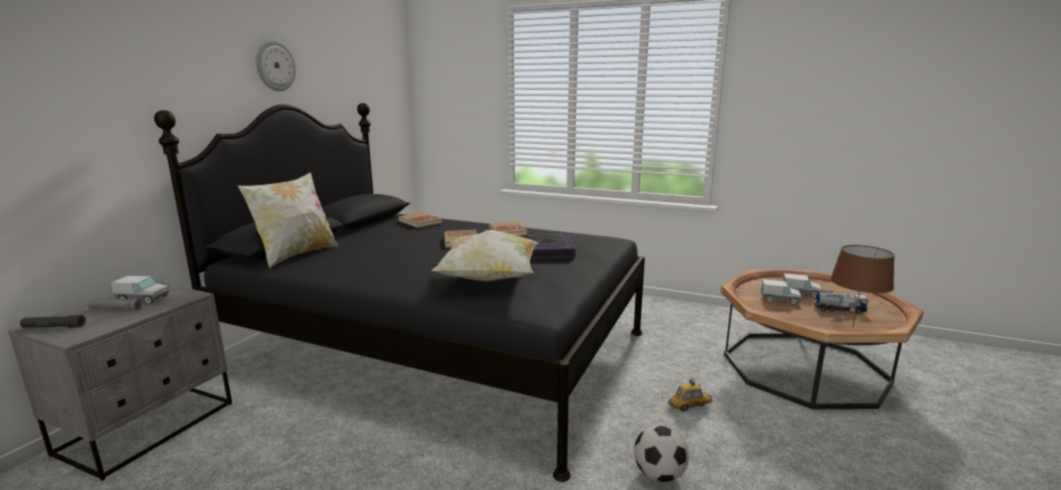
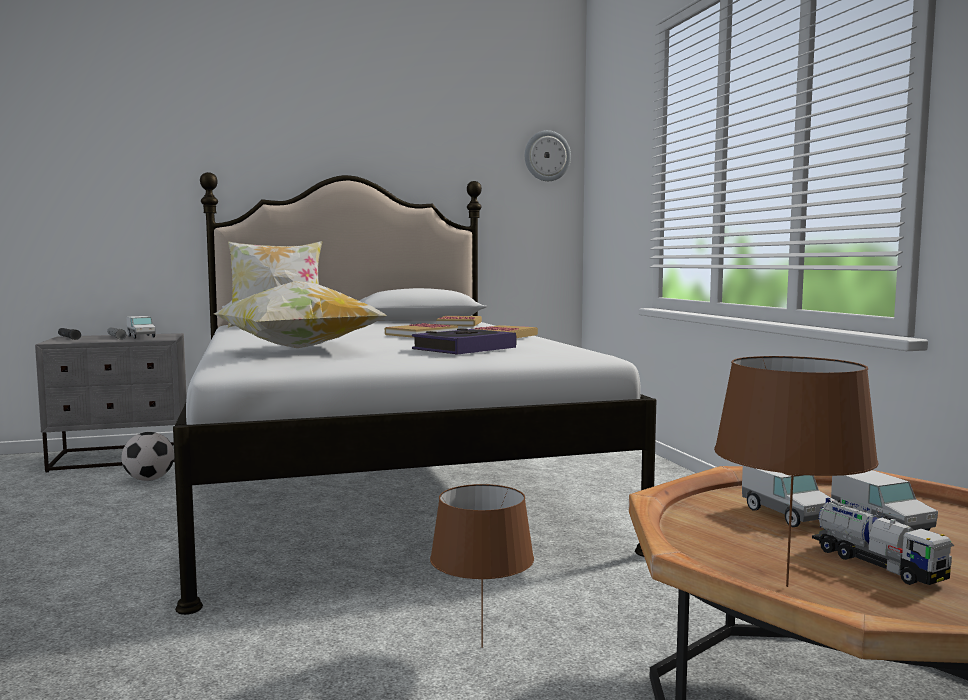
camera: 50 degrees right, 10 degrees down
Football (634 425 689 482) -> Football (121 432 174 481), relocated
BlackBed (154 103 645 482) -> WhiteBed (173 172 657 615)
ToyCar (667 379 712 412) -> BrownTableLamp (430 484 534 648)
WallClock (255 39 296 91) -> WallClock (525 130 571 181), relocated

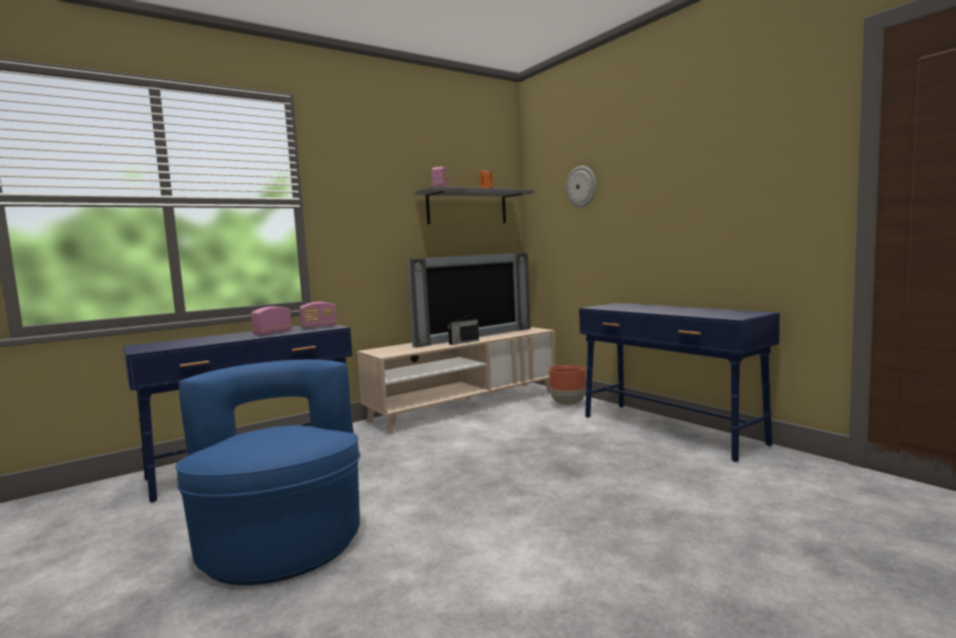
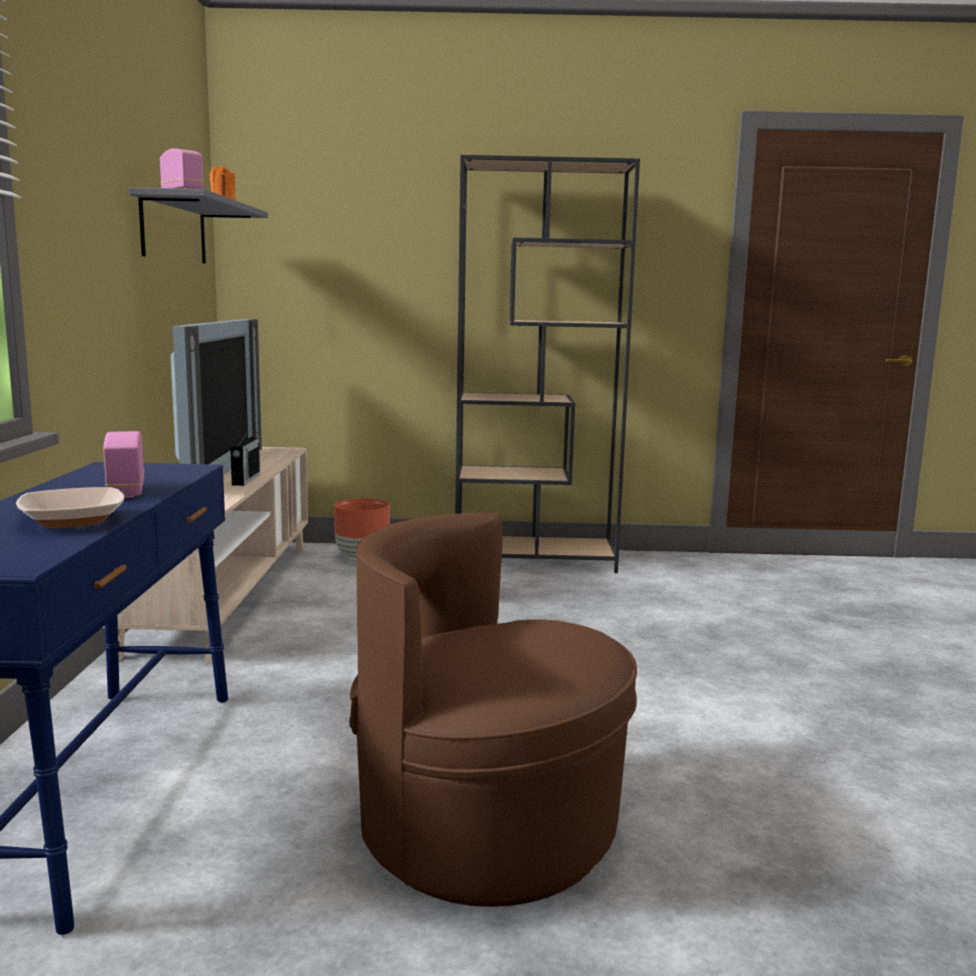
camera: 55 degrees left, 5 degrees up
none -> Bowl (16 487 124 528)
BlueArmchair (175 360 360 585) -> BrownArmchair (349 513 637 907)
BlueConsoleTable (579 303 780 462) -> Bookcase (455 155 640 573)
Radio (299 302 337 329) -> none
WallClock (566 166 596 208) -> none

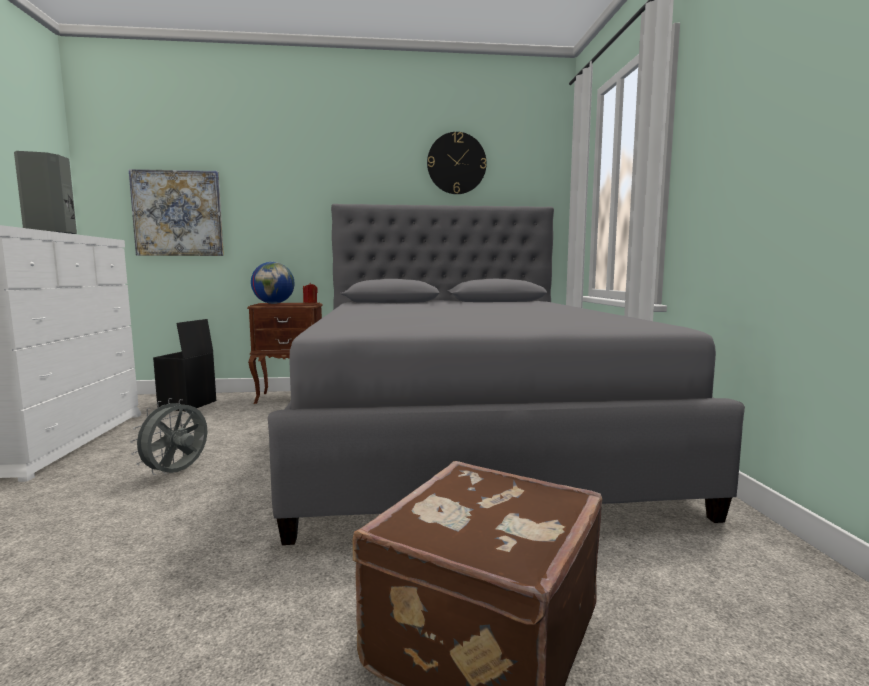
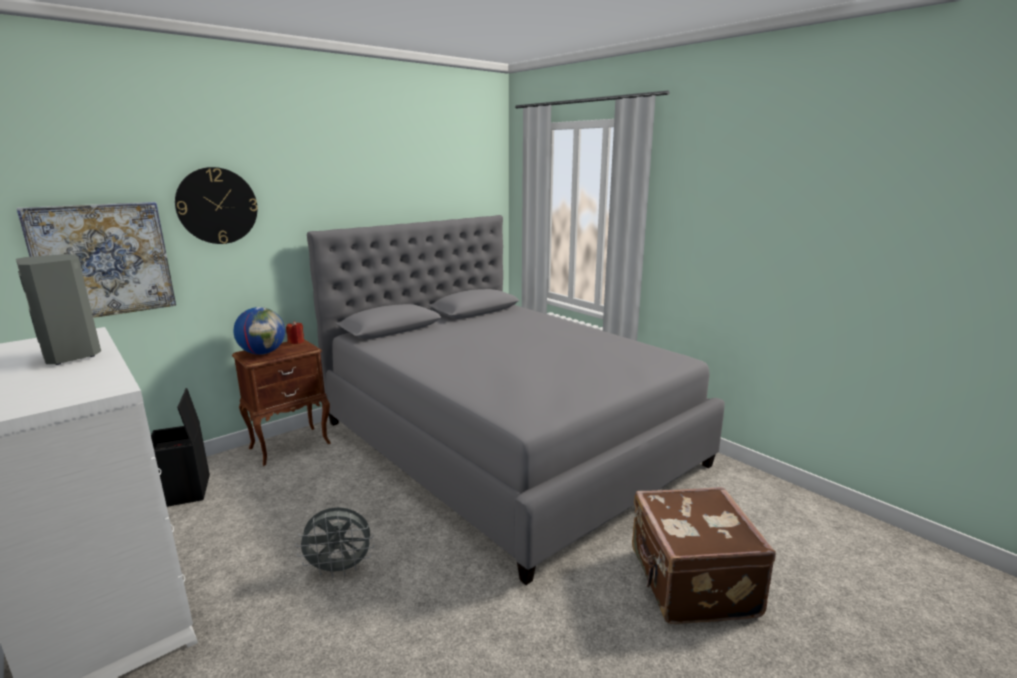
camera: 35 degrees left, 10 degrees up
WallClock (427 132 487 194) -> WallClock (175 167 258 244), relocated
GreyFan (130 398 208 475) -> GreyFan (295 507 374 577), 90 degrees counterclockwise

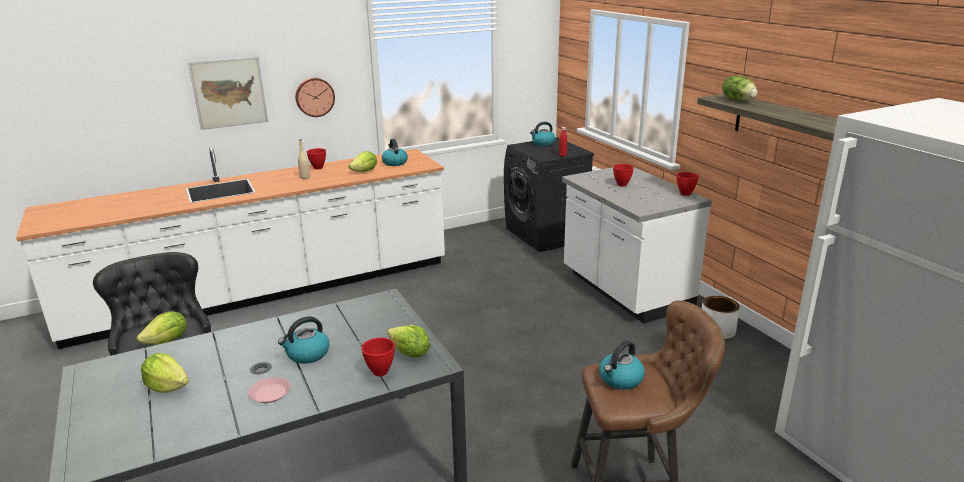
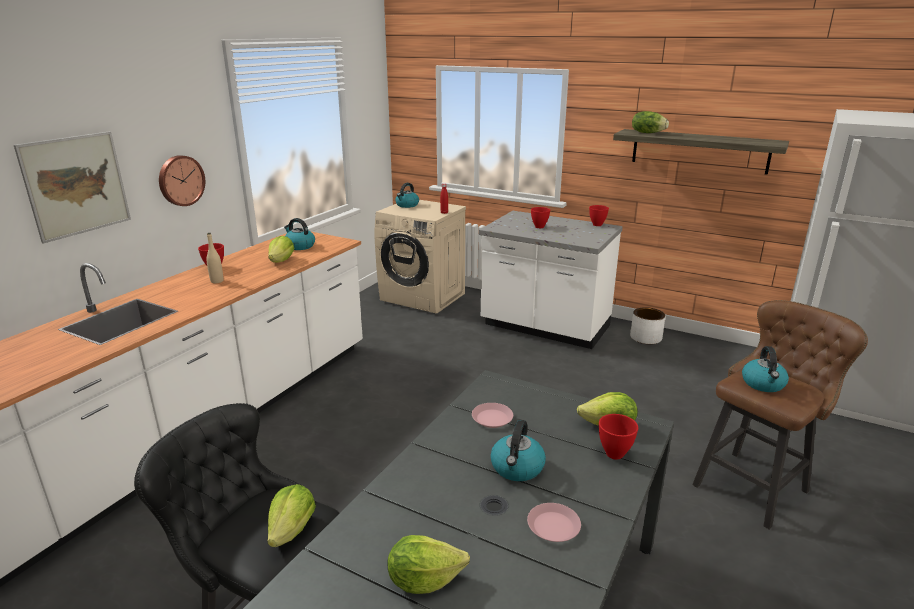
camera: 35 degrees left, 0 degrees up
BlackWashingMachine (504 137 594 252) -> BeigeWashingMachine (375 200 466 314)
none -> PinkPlate (472 403 513 428)

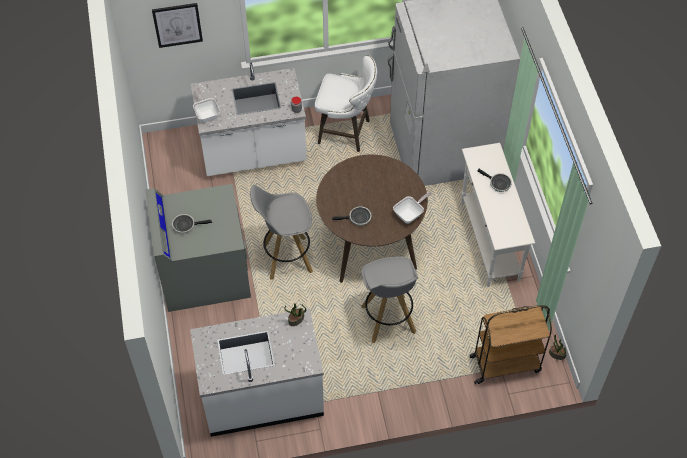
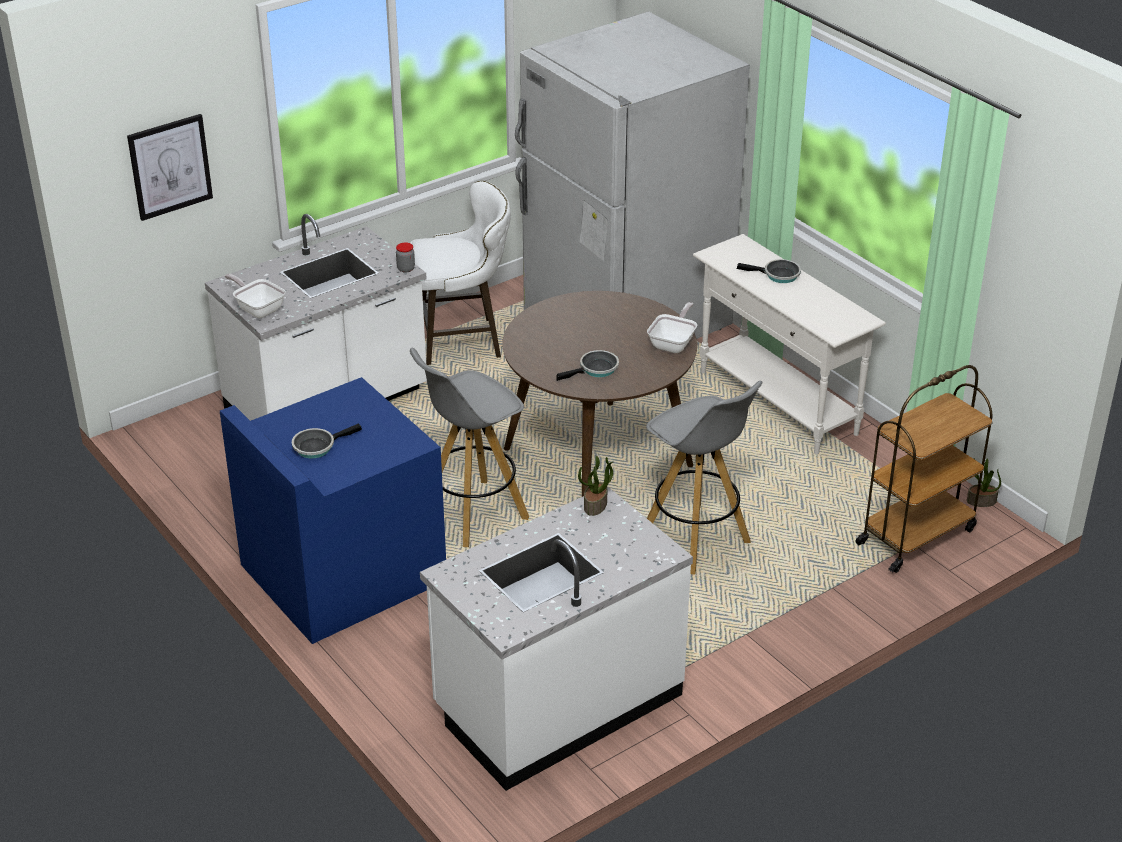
camera: 25 degrees left, 20 degrees down
GreyWashingMachine (145 184 251 312) -> BlueWashingMachine (220 377 446 644)

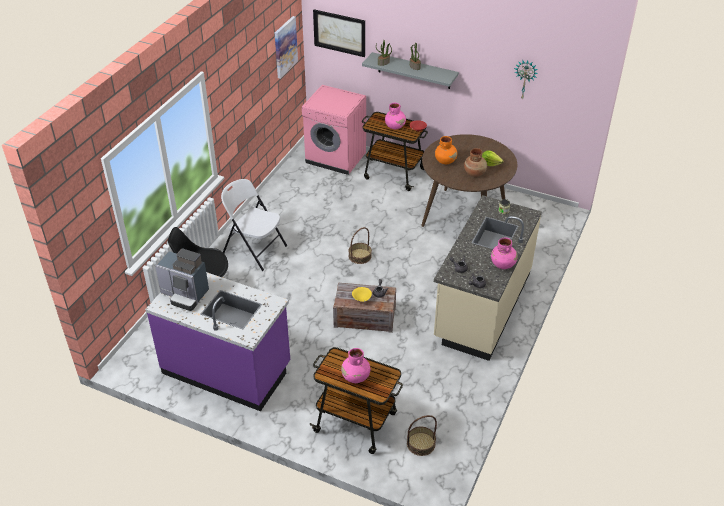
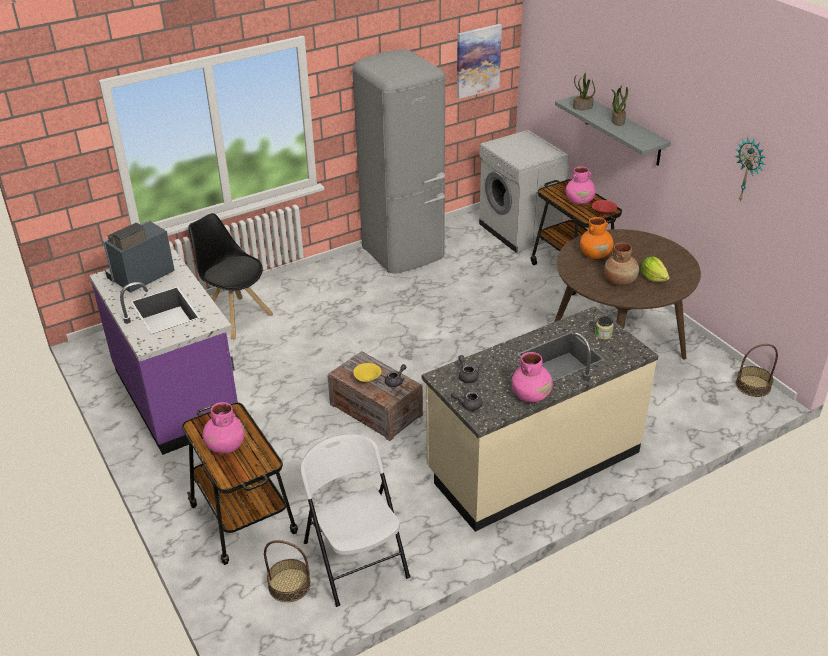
camera: 35 degrees right, 5 degrees down
CoffeeMachine (155 248 209 311) -> CoffeeMachine (103 220 175 293), 75 degrees clockwise
WhiteChair (221 179 288 272) -> WhiteChair (301 434 410 607), relocated
none -> GreyFridge (352 49 445 274)
PinkWashingMachine (302 85 366 175) -> WhiteWashingMachine (479 130 569 253)
Basket (348 227 372 264) -> Basket (736 344 778 397), relocated
Picture (313 9 365 57) -> none

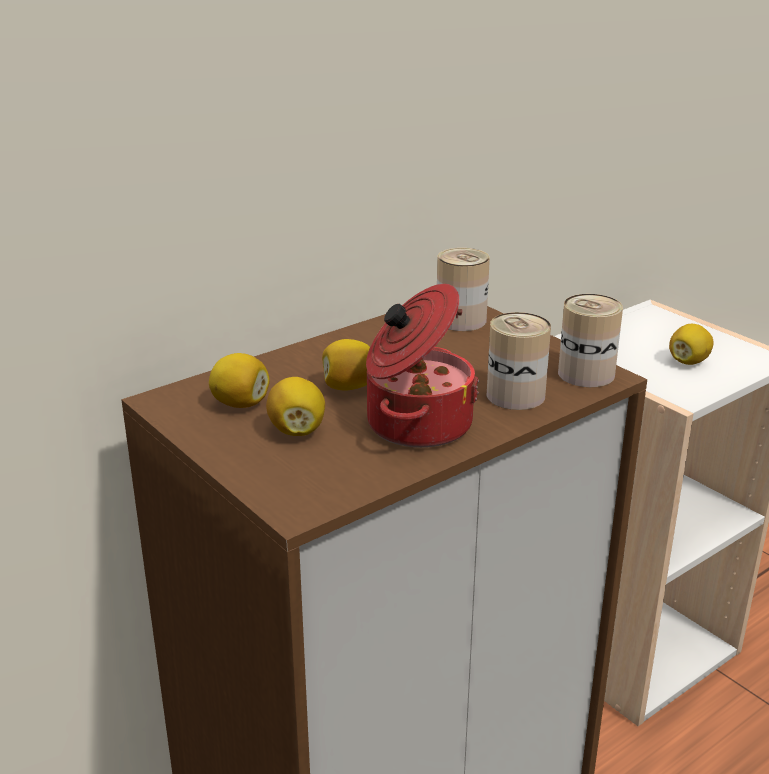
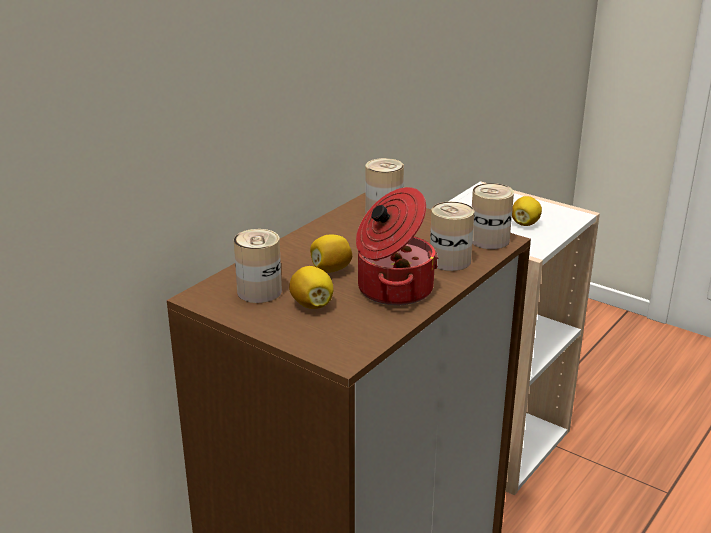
camera: 15 degrees left, 0 degrees up
Lemon (209 353 270 408) -> Can (234 229 282 303)

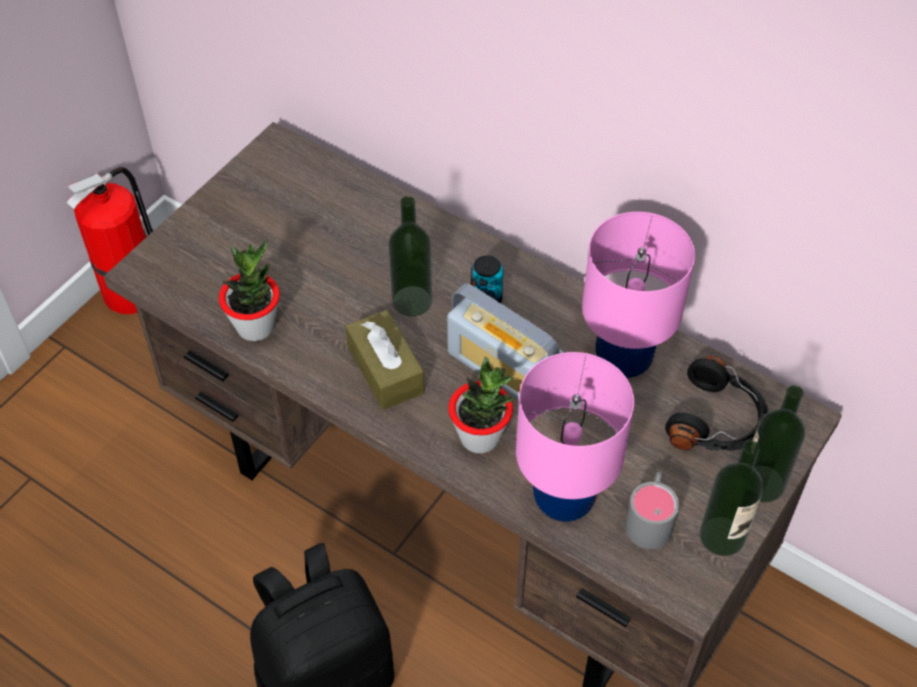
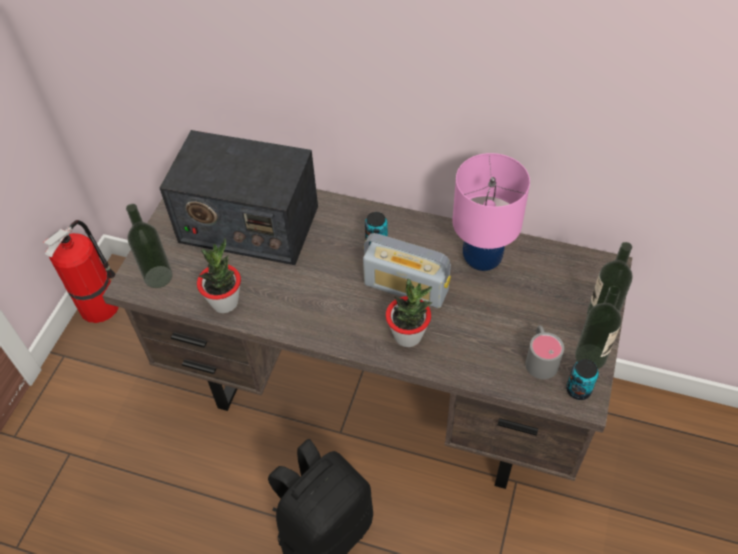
camera: 15 degrees left, 0 degrees up
Bottle (388 196 432 317) -> Bottle (126 204 172 288), relocated
none -> Radio (159 130 318 265)
none -> Can (566 359 599 400)
BrownTissueBox (346 310 425 410) -> none
PinkTableLamp (516 352 634 522) -> none
BlackHeadphones (665 355 768 451) -> none

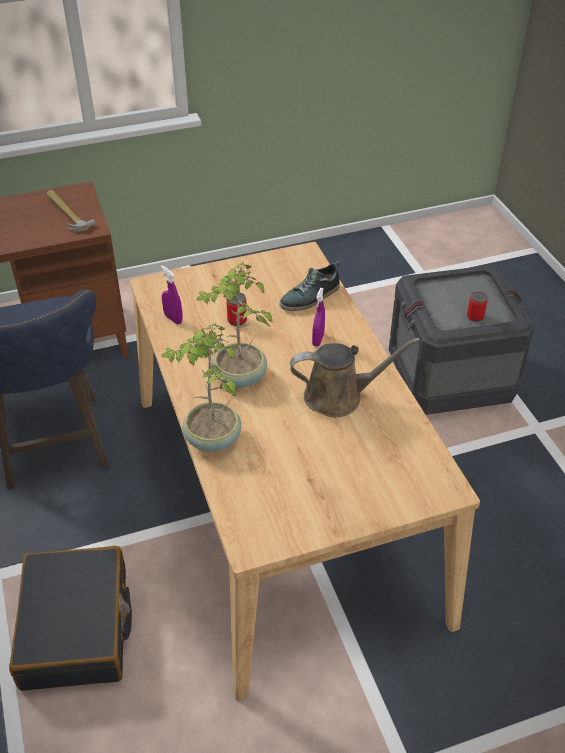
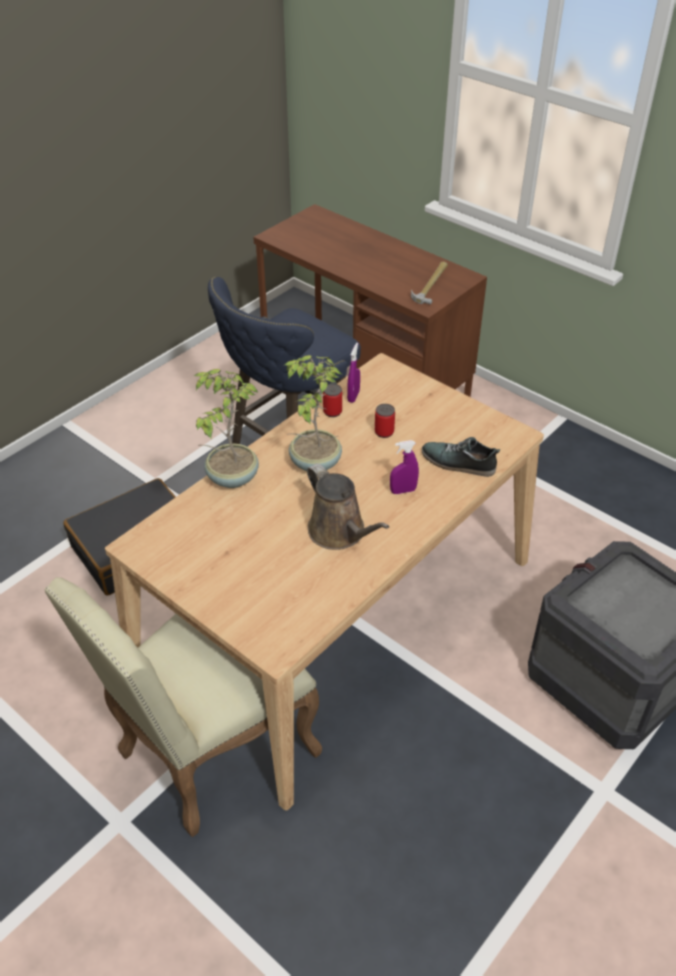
camera: 60 degrees right, 0 degrees up
none -> BeigeChair (45 577 322 837)
Can (467 292 488 322) -> Can (323 384 342 417), relocated

